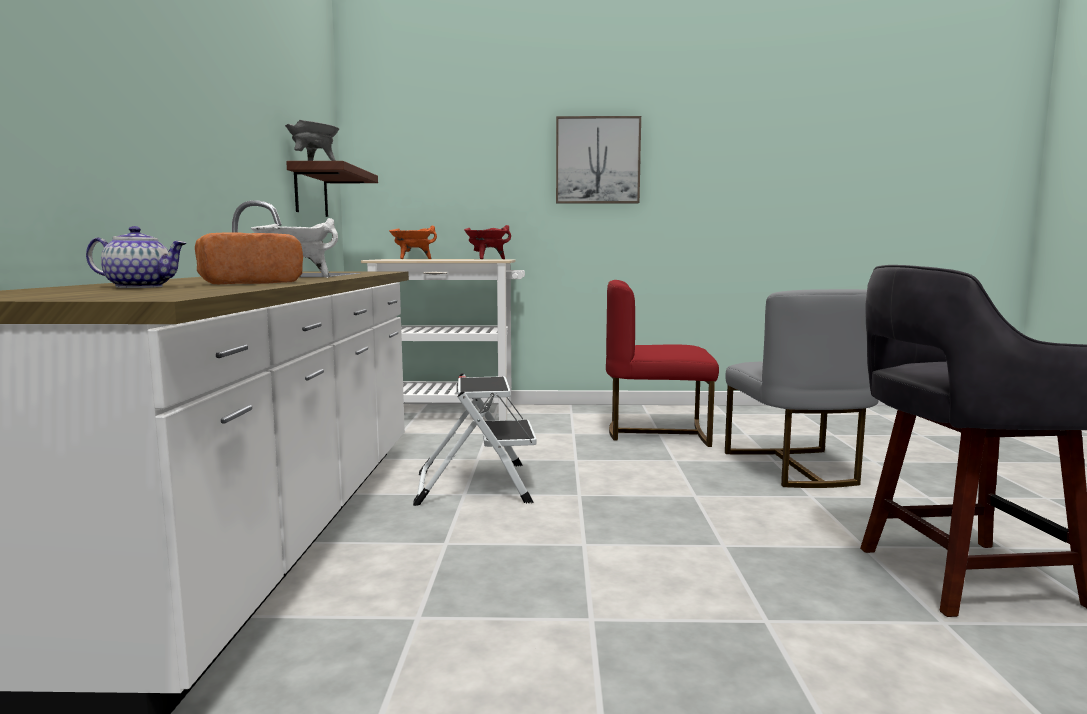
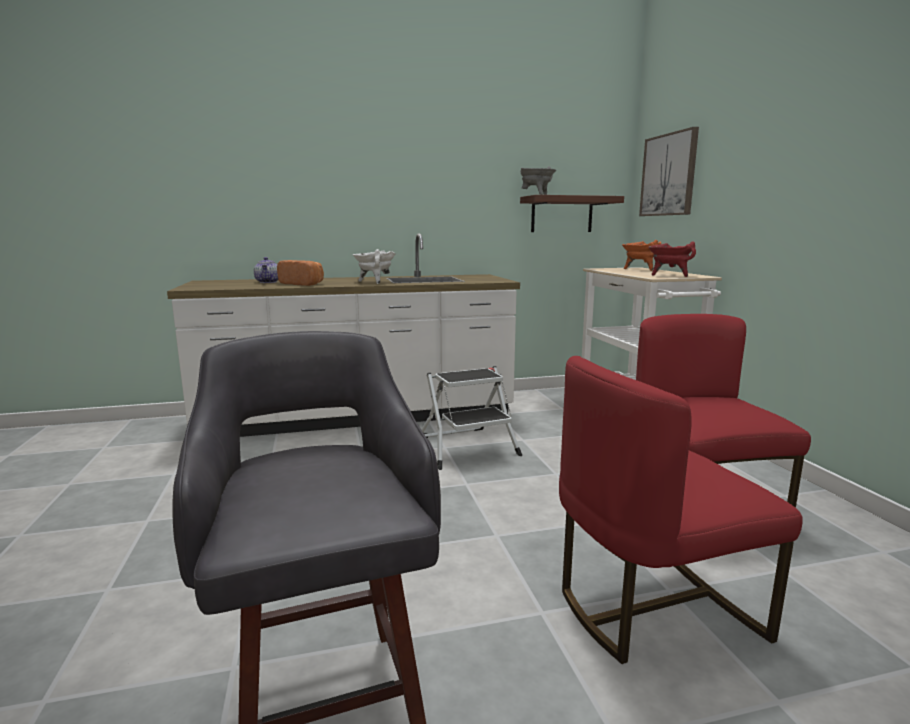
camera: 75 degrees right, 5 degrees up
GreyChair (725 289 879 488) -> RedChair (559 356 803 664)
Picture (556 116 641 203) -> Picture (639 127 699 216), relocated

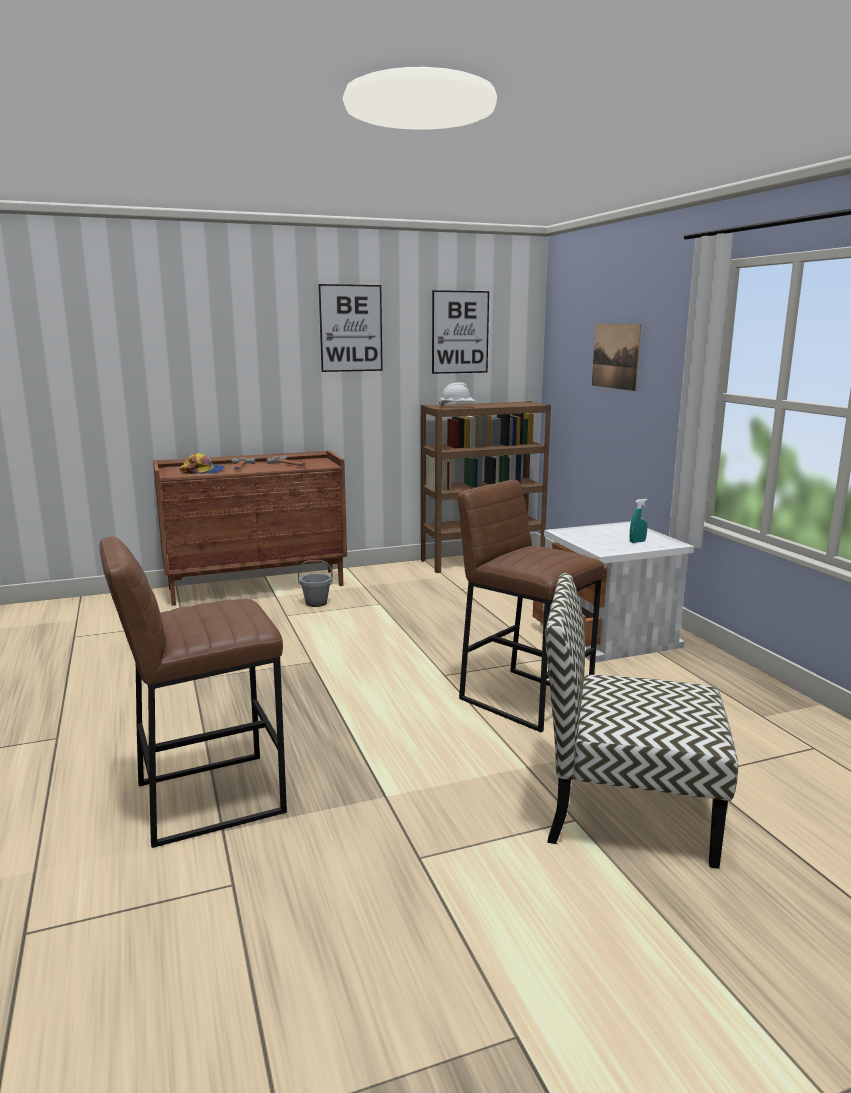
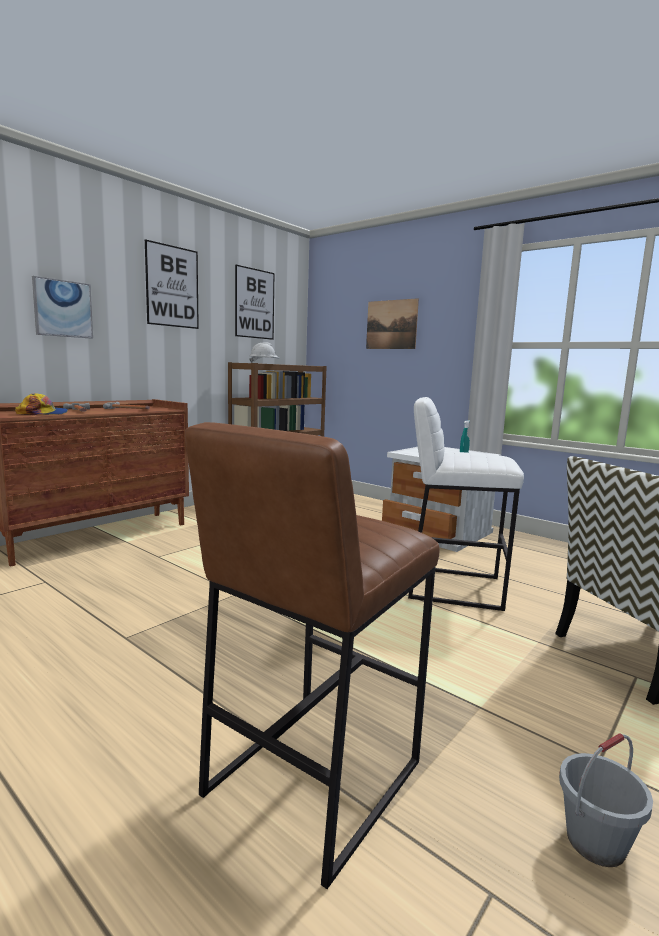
camera: 30 degrees left, 5 degrees down
none -> Picture (32 276 93 339)
BrownStool (458 480 604 733) -> WhiteStool (408 397 524 611)
GreyBucket (298 560 333 607) -> GreyBucket (559 733 653 867), relocated

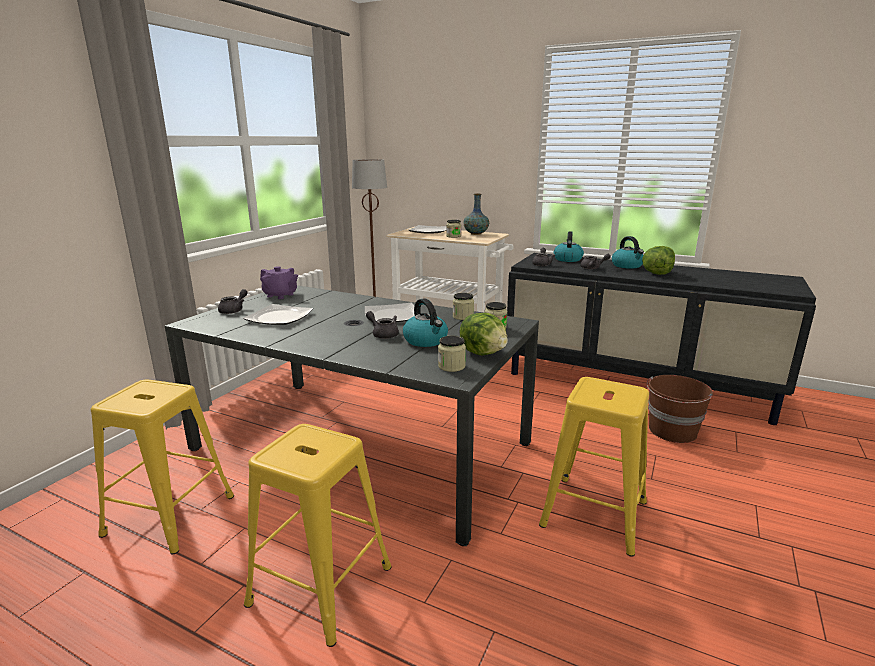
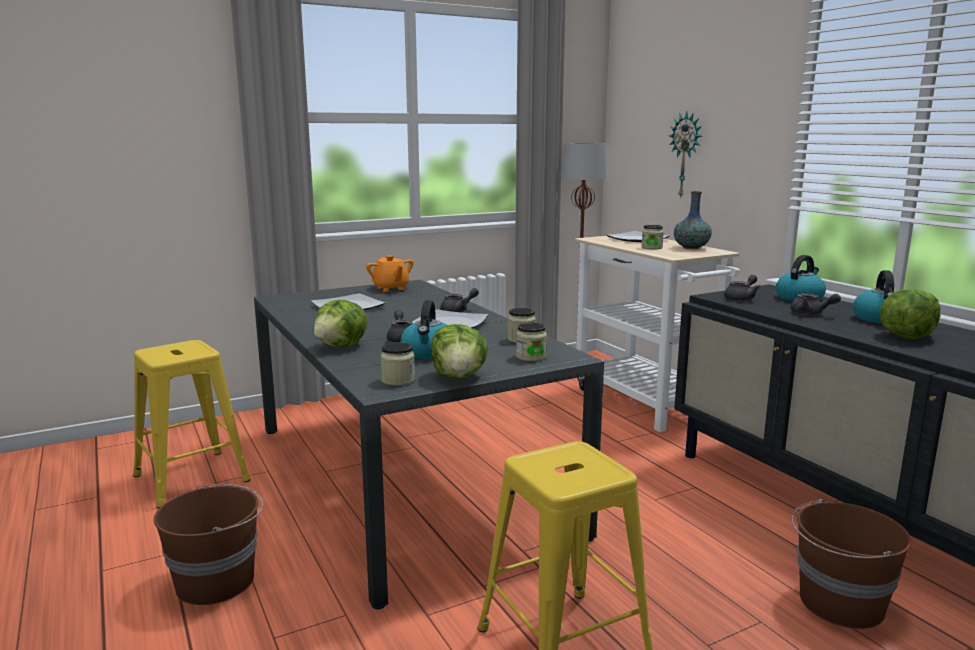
camera: 35 degrees right, 5 degrees down
YellowStool (244 424 392 647) -> BrownBucket (154 484 263 605)
none -> Lettuce (314 300 368 347)
PurpleTeapot (260 266 298 299) -> OrangeTeapot (366 255 414 292)
GreyTeapot (218 289 248 314) -> GreyTeapot (440 288 479 312), relocated
none -> WallClock (669 112 702 199)

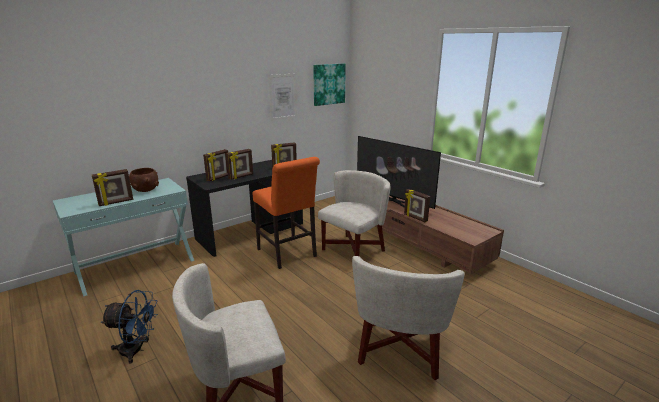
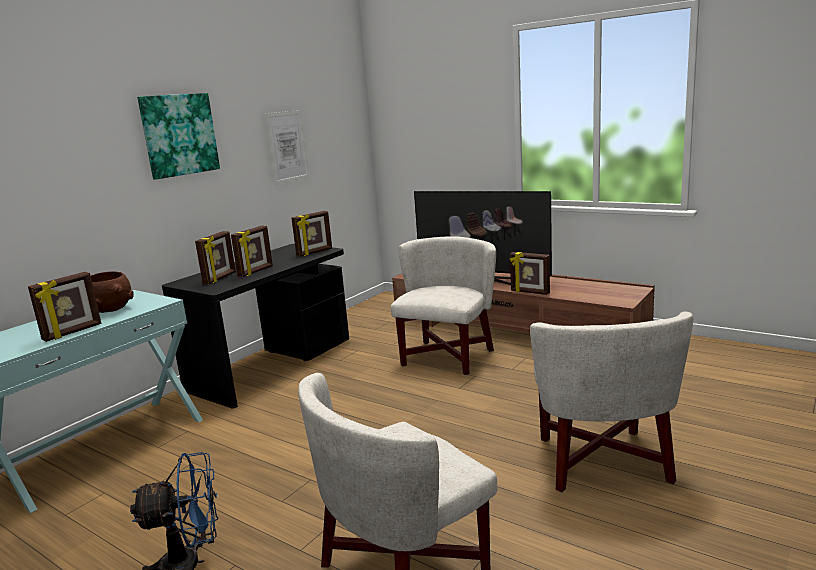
camera: 15 degrees left, 5 degrees down
Picture (313 63 346 106) -> Picture (137 93 220 180), relocated
OrangeStool (252 157 320 269) -> none

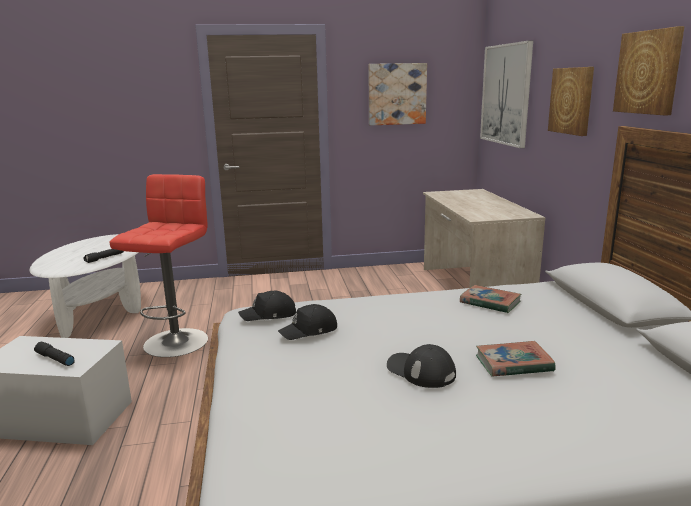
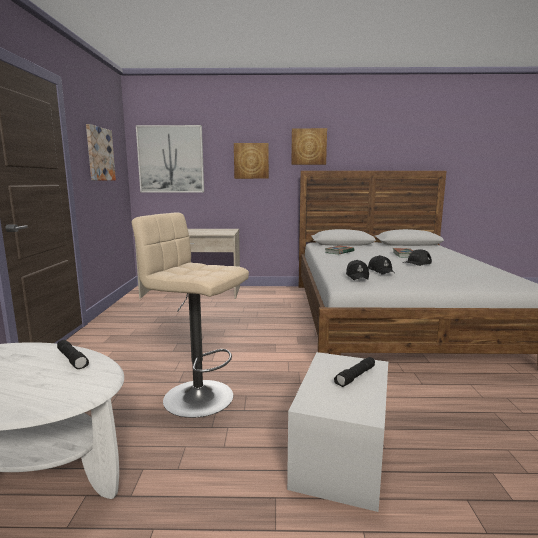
camera: 80 degrees left, 5 degrees down
RedStool (110 174 208 357) -> BeigeStool (132 212 249 418)

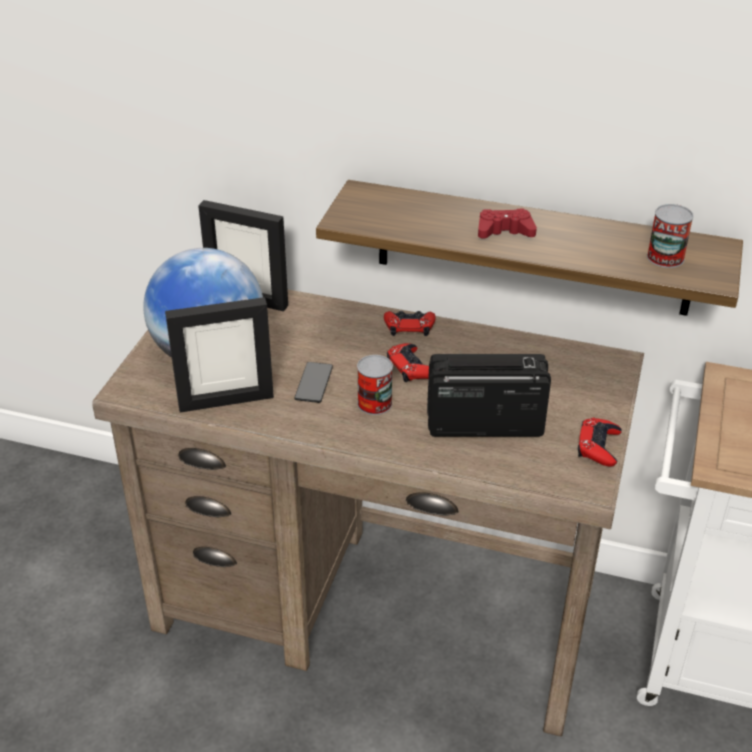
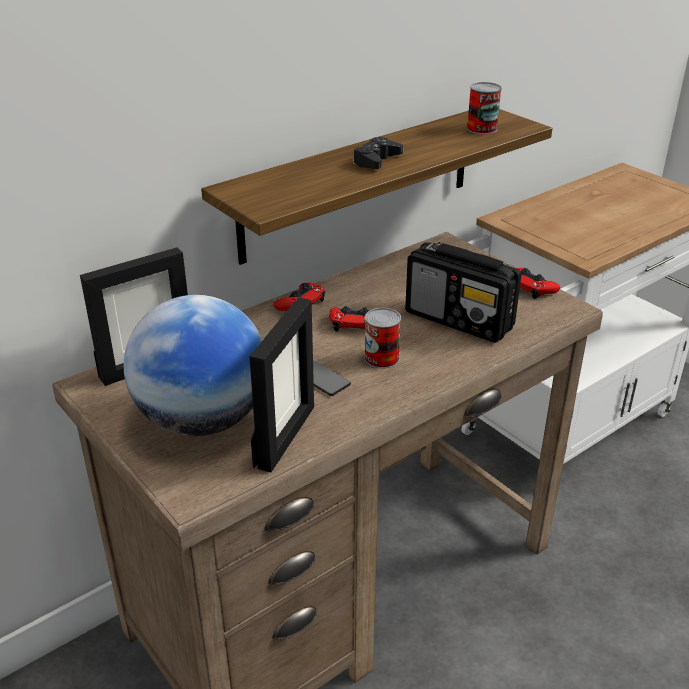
camera: 55 degrees left, 5 degrees down
RedGameController (478 209 537 239) -> BlackGameController (353 137 403 169)
Radio (427 354 551 437) -> Radio (405 242 522 343), 90 degrees counterclockwise

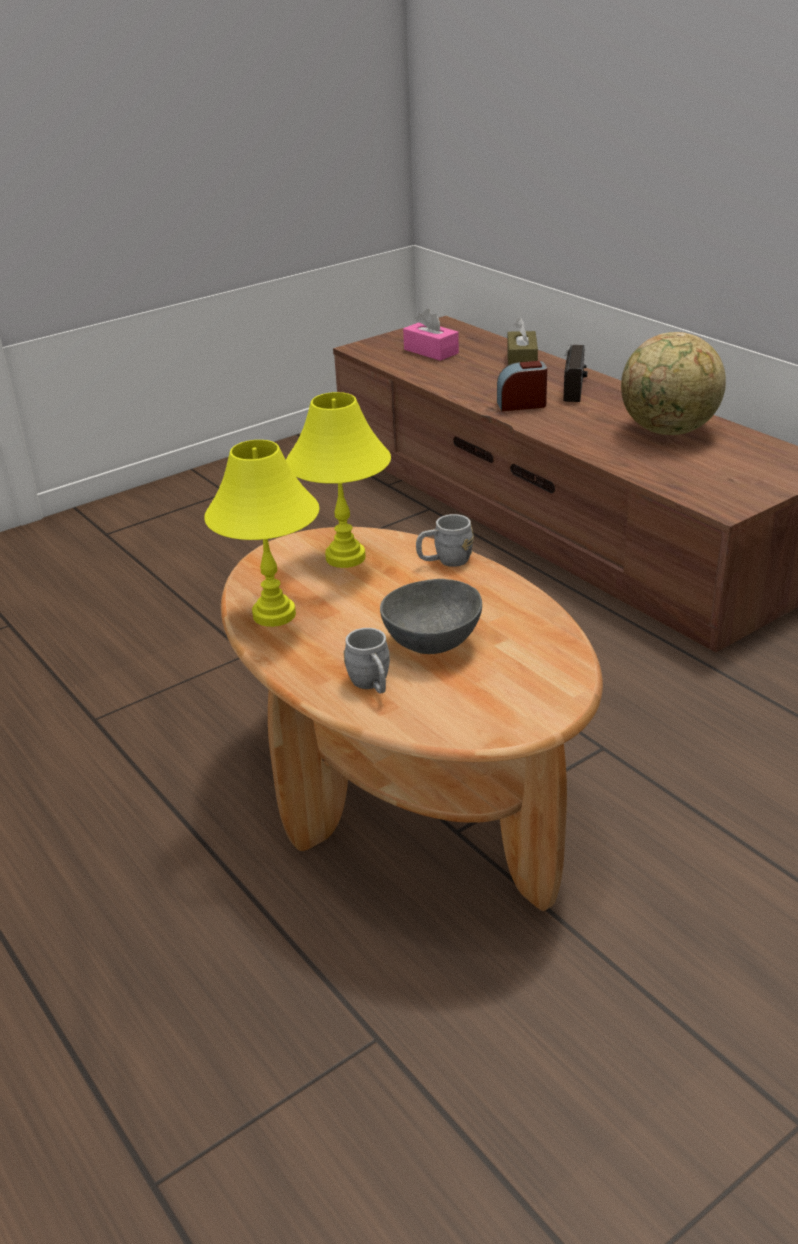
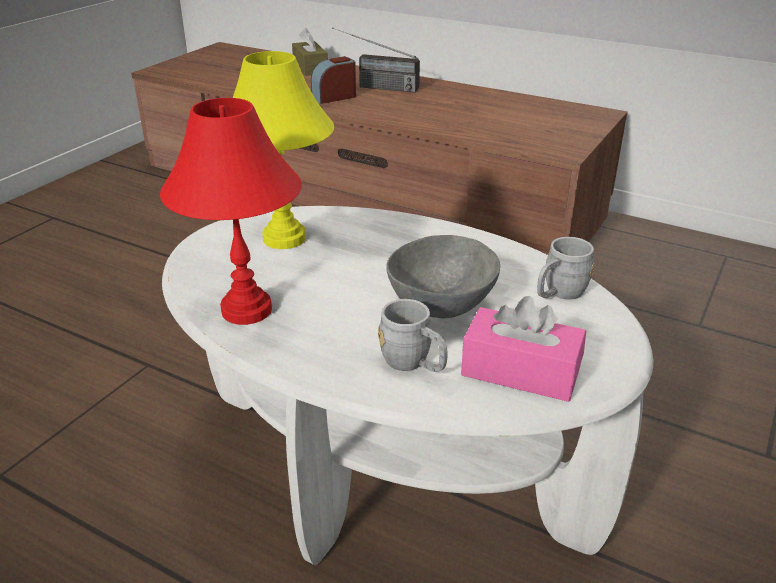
camera: 25 degrees left, 0 degrees up
YellowTableLamp (204 440 320 627) -> RedTableLamp (160 98 302 325)
BrownCoffeeTable (221 527 603 911) -> WhiteCoffeeTable (162 206 653 565)
Radio (563 344 587 402) -> Radio (332 27 420 93), 120 degrees clockwise
PinkTissueBox (403 309 459 361) -> PinkTissueBox (461 296 586 402), relocated
GreyMug (416 514 474 567) -> GreyMug (537 237 594 300), relocated
Globe (621 332 726 435) -> none

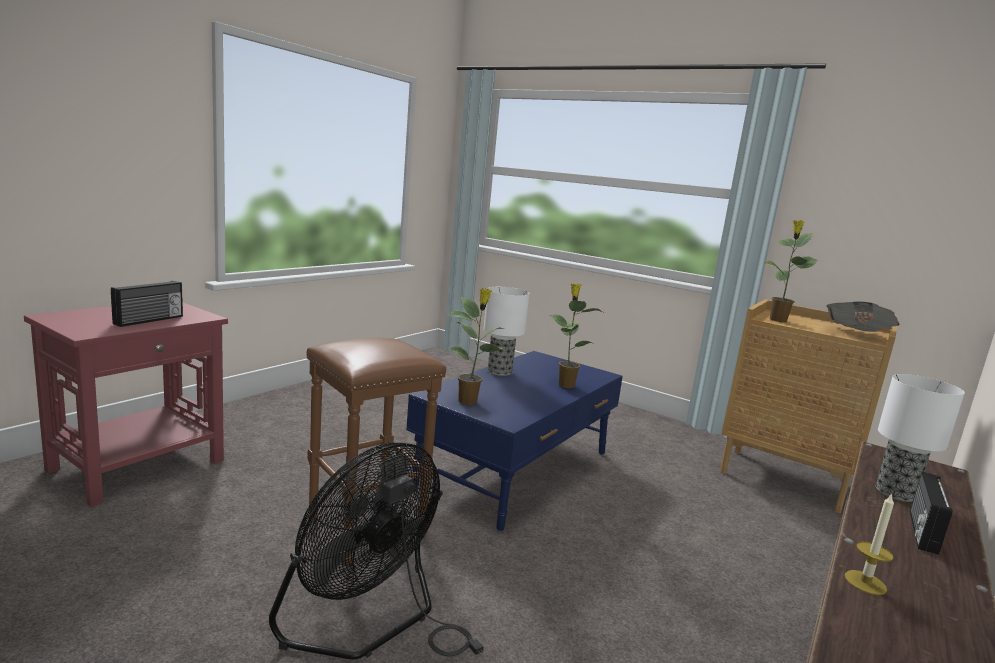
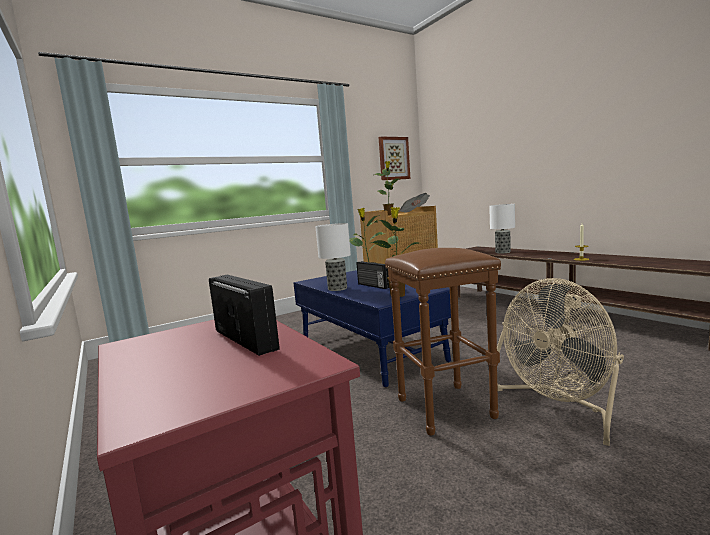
camera: 65 degrees left, 5 degrees down
Radio (910 471 953 555) -> Radio (357 261 390 289), relocated
none -> Picture (378 137 410 180)
BlackFan (269 443 484 660) -> BeigeFan (497 278 624 446)

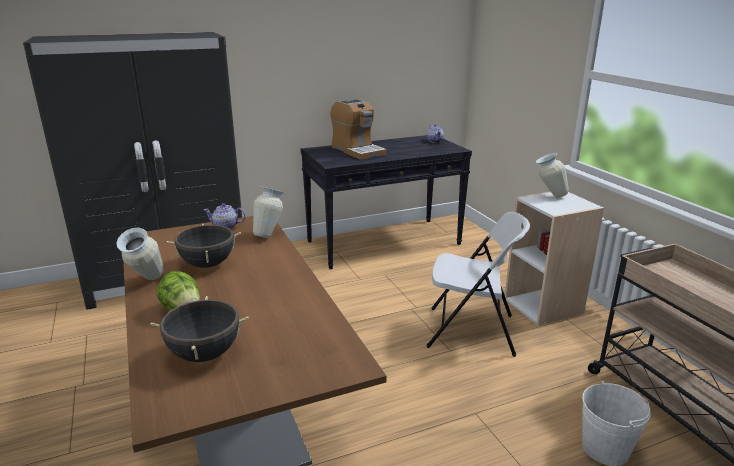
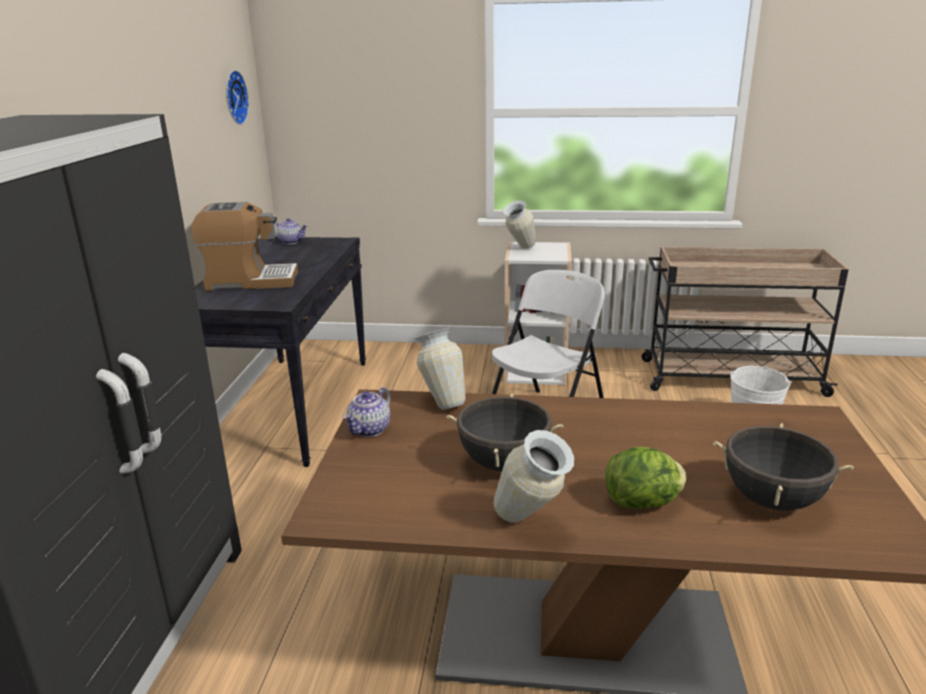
camera: 60 degrees left, 0 degrees up
none -> WallClock (226 70 249 125)

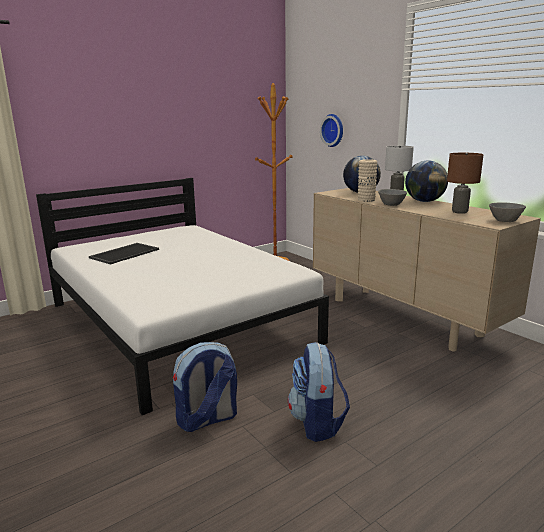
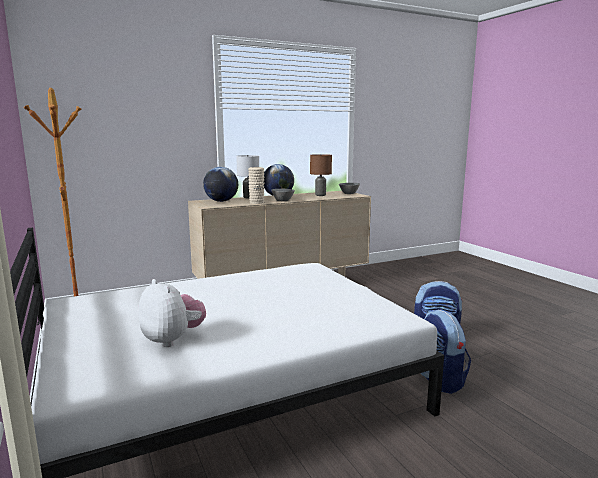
camera: 80 degrees left, 5 degrees down
Tray (89 243 159 264) -> PlushToy (139 279 206 347)
WallClock (320 114 343 147) -> none

